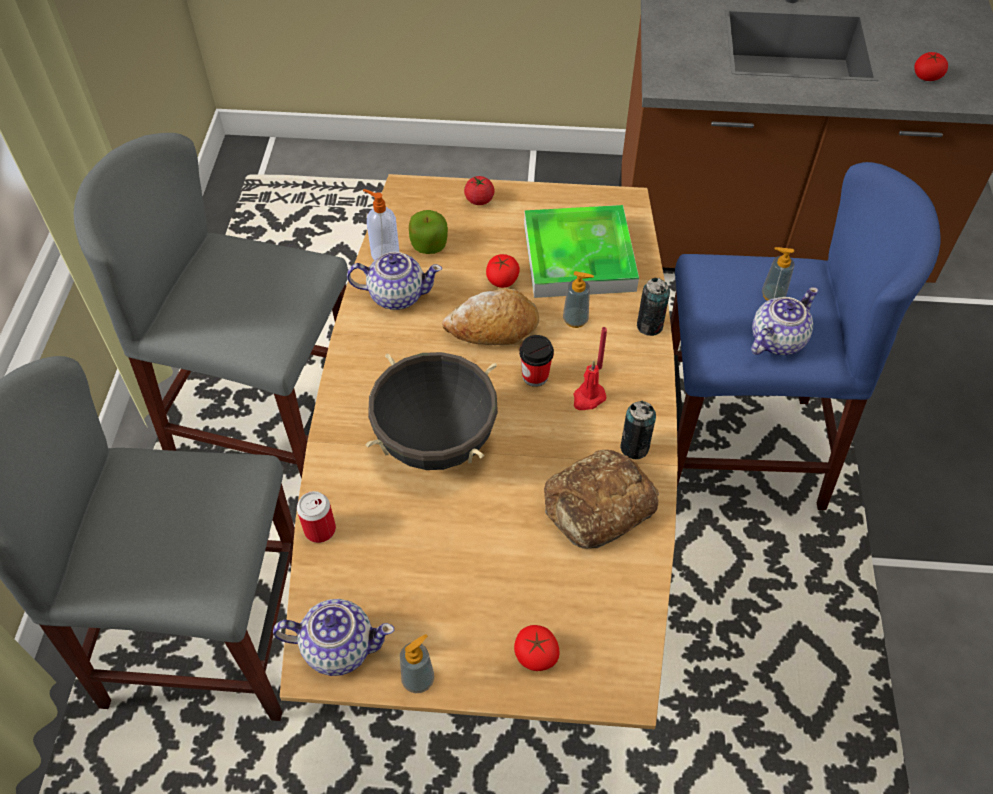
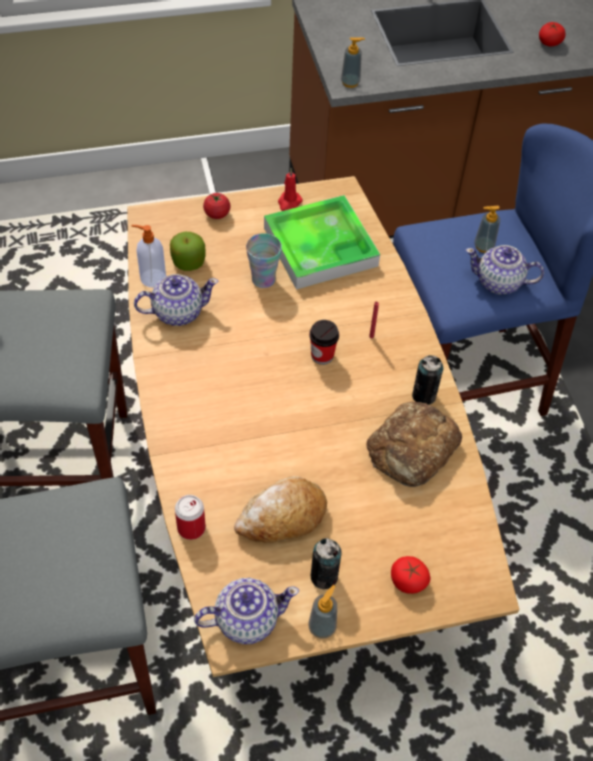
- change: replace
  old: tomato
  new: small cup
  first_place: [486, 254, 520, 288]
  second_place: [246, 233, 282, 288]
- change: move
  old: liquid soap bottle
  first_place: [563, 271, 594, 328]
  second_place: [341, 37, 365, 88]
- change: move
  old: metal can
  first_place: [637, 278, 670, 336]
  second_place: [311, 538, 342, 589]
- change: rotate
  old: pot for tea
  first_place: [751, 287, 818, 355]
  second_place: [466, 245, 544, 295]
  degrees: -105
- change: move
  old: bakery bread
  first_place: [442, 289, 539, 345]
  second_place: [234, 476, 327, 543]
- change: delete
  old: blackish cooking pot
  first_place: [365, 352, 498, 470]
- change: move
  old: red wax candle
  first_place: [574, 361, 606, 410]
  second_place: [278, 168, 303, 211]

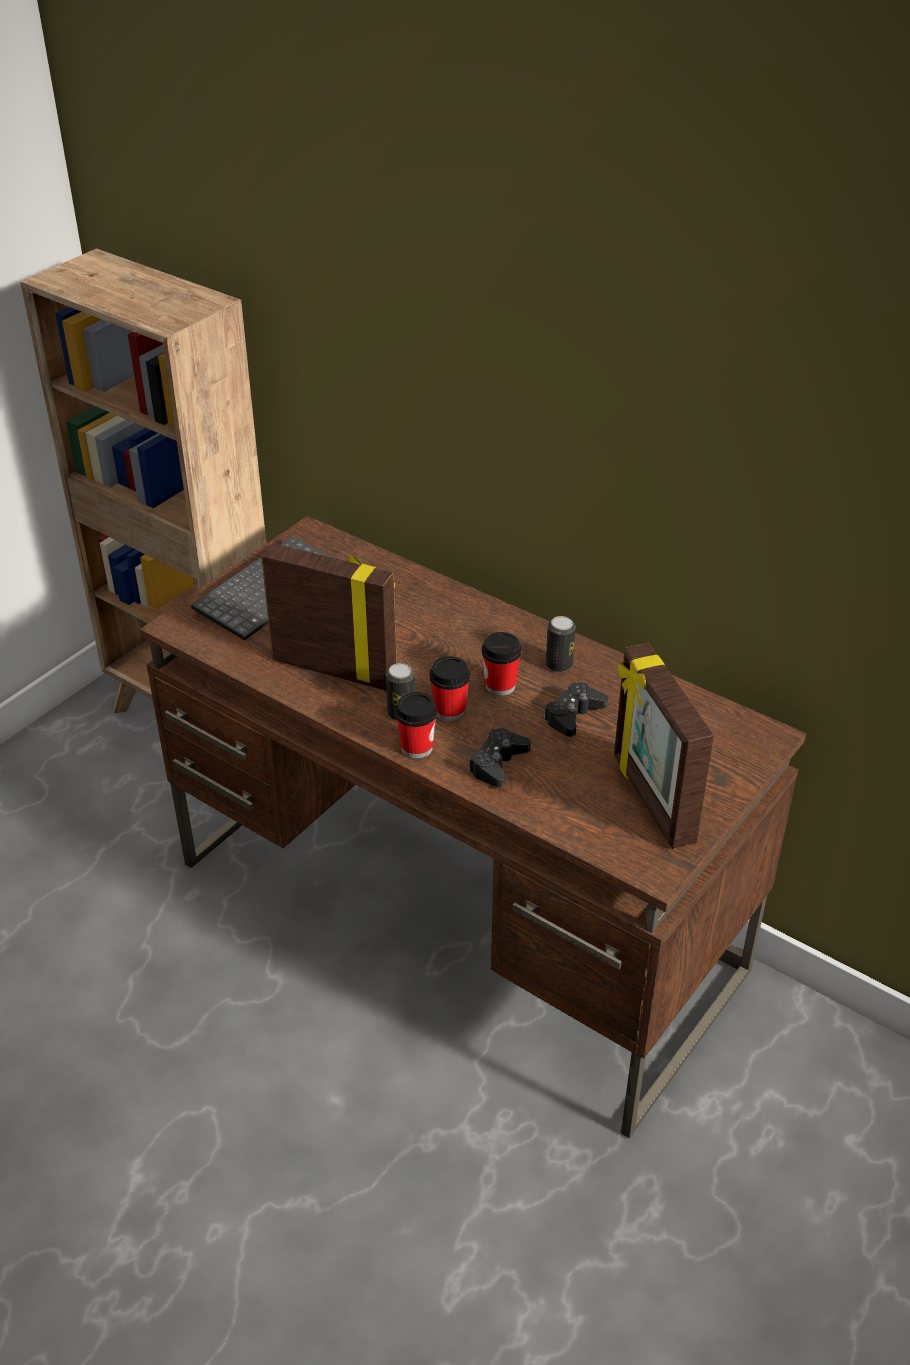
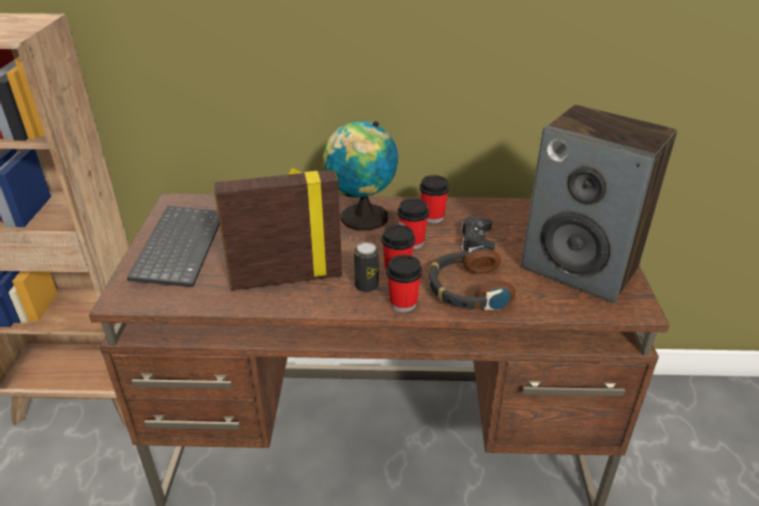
- change: replace
  old: metal can
  new: small cup
  first_place: [546, 616, 575, 672]
  second_place: [420, 175, 450, 223]
- change: replace
  old: photo frame
  new: loudspeaker
  first_place: [614, 643, 714, 849]
  second_place: [521, 105, 677, 303]
- change: replace
  old: blackish joypad
  new: headset
  first_place: [468, 728, 531, 787]
  second_place: [429, 246, 516, 310]
- change: insert
  new: world globe
  second_place: [323, 121, 398, 231]

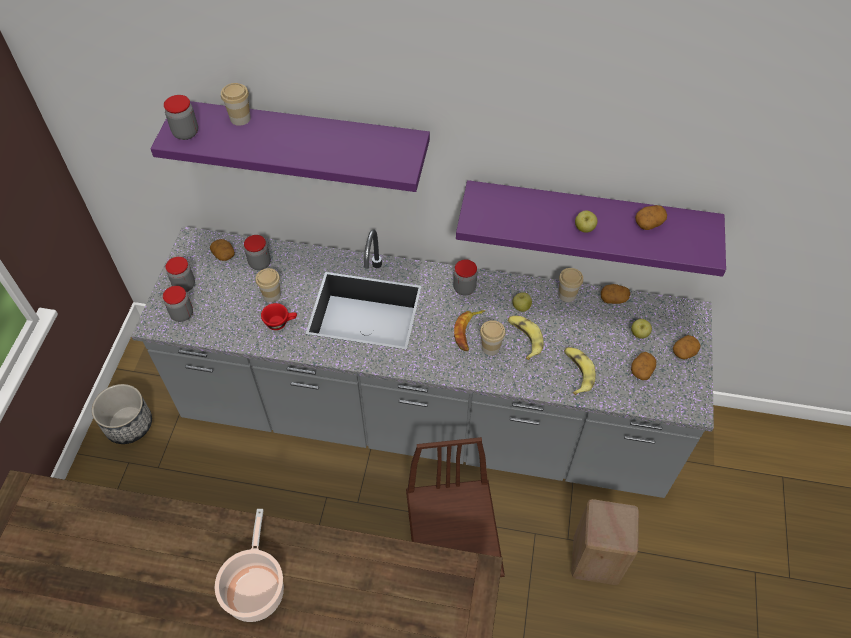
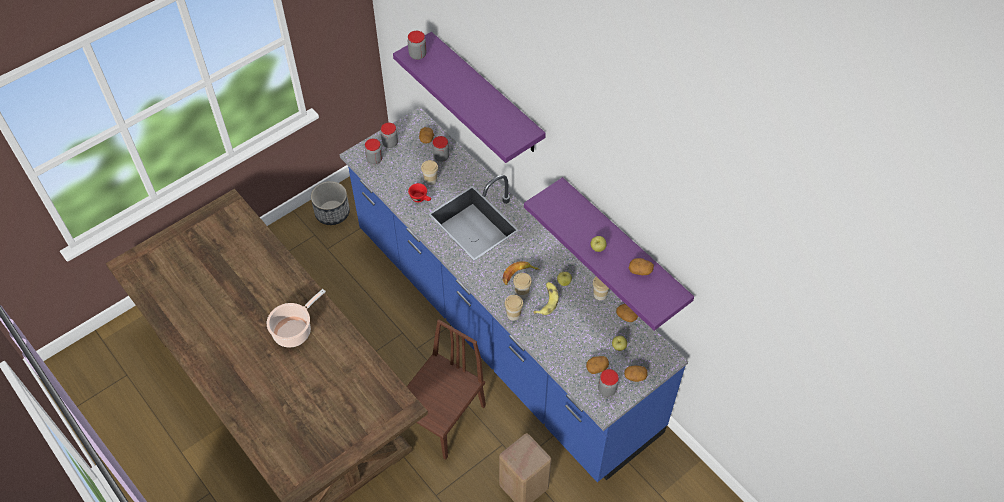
- change: move
  old: small cup
  first_place: [221, 83, 251, 126]
  second_place: [505, 295, 523, 321]
- change: recolor
  old: greyish kitchen counter
  new: bluish kitchen counter
  first_place: [131, 226, 714, 498]
  second_place: [339, 107, 688, 482]
- change: move
  old: preserve jar
  first_place: [453, 260, 477, 295]
  second_place: [598, 369, 619, 397]
- change: delete
  old: whole banana
  first_place: [564, 347, 596, 395]

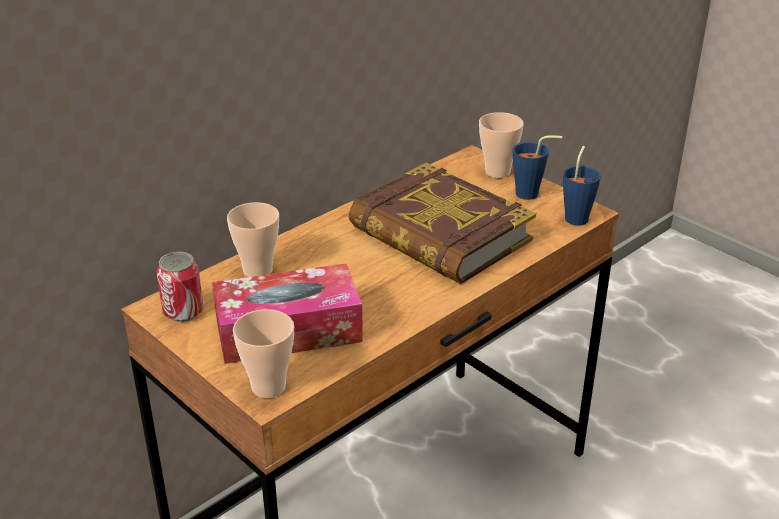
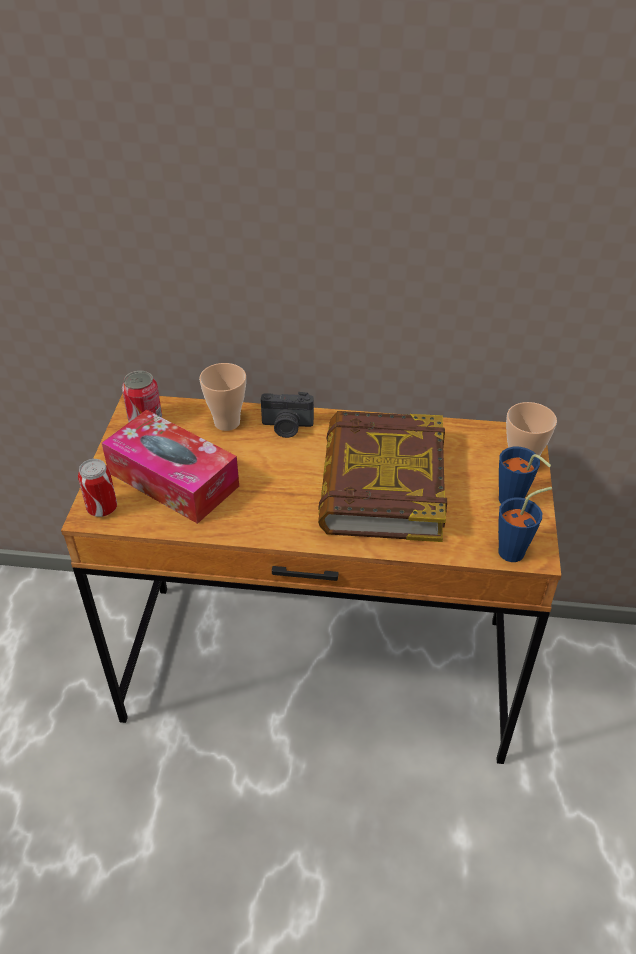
- change: replace
  old: small cup
  new: metal can
  first_place: [233, 309, 294, 398]
  second_place: [78, 459, 117, 517]
- change: insert
  new: photo camera
  second_place: [261, 392, 314, 438]

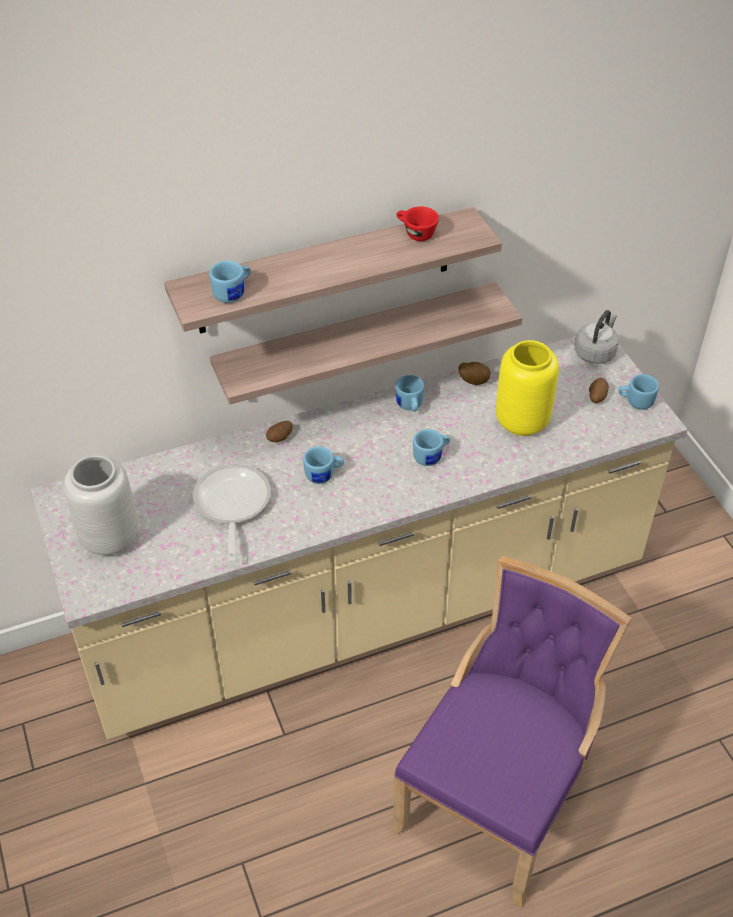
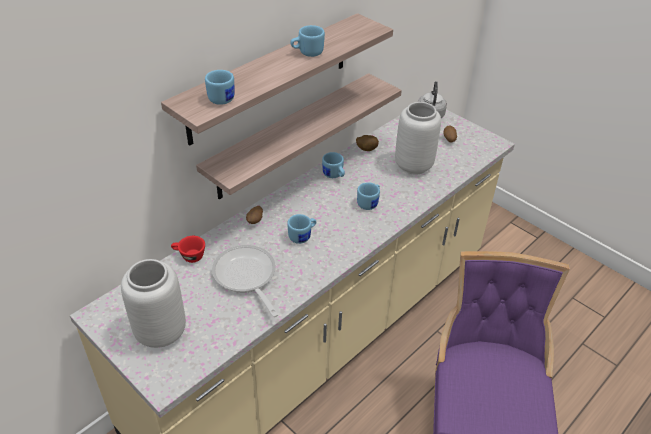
- change: move
  old: red small cup
  first_place: [396, 206, 439, 241]
  second_place: [171, 236, 205, 263]
- change: recolor
  old: yellow-coloured flower vase
  new: greyish flower vase
  first_place: [496, 340, 559, 436]
  second_place: [395, 102, 441, 175]
- change: move
  old: bluish mug
  first_place: [618, 374, 659, 410]
  second_place: [290, 25, 325, 57]

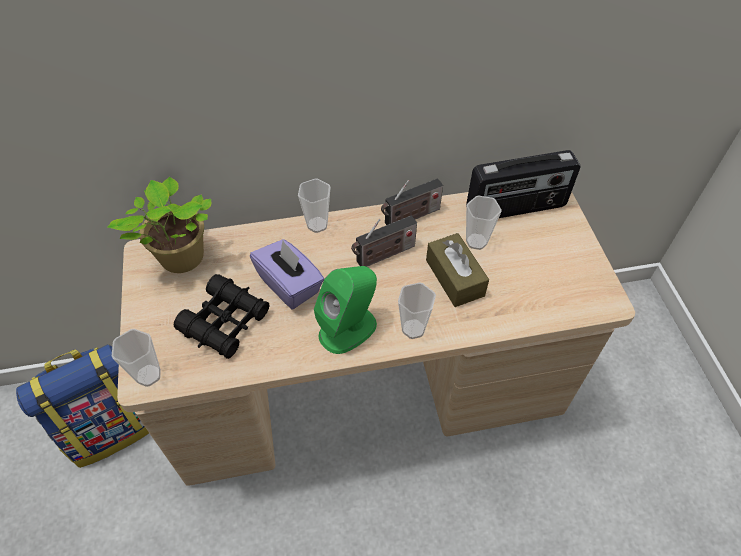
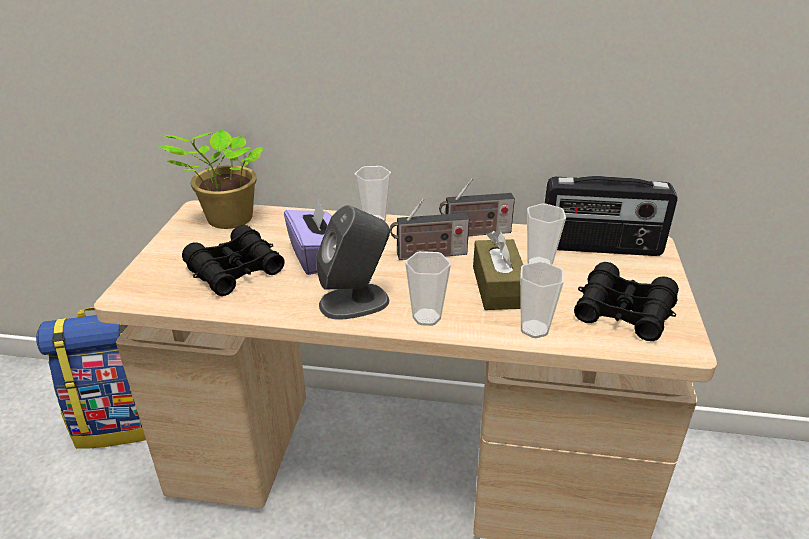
- change: recolor
  old: green loudspeaker
  new: greyish loudspeaker
  first_place: [314, 266, 377, 354]
  second_place: [316, 205, 390, 320]
- change: move
  old: small cup
  first_place: [112, 329, 161, 387]
  second_place: [520, 261, 564, 338]
- change: insert
  new: blackish field glasses
  second_place: [574, 262, 679, 341]

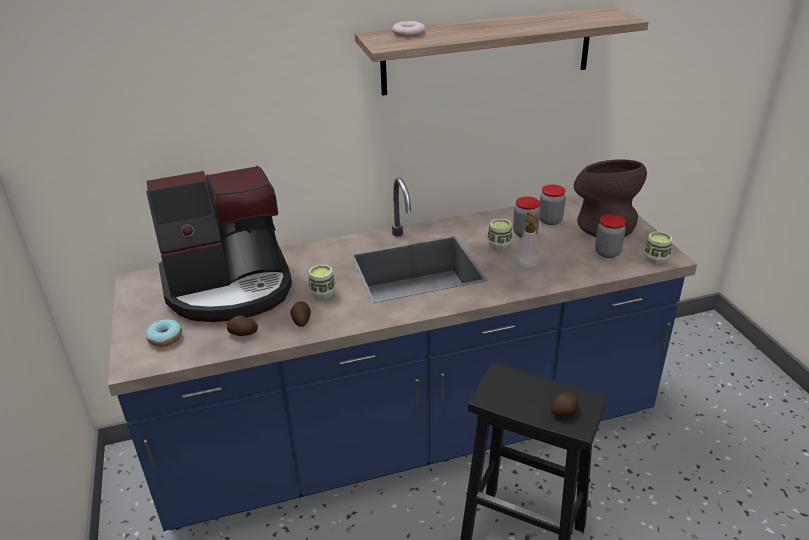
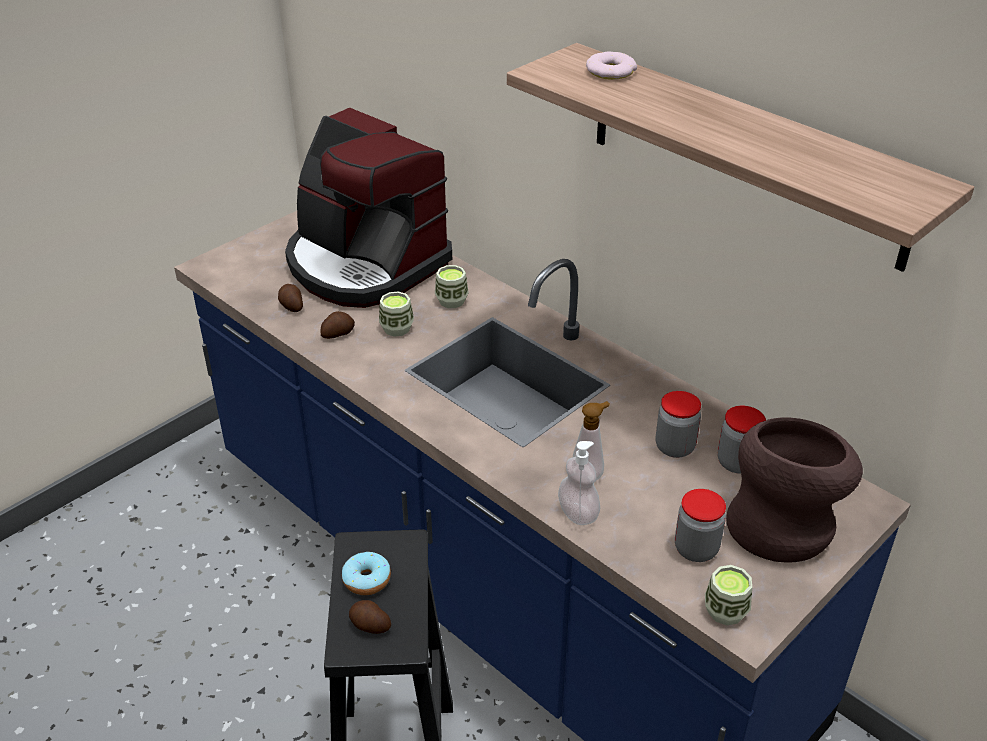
- change: move
  old: small cup
  first_place: [487, 219, 512, 250]
  second_place: [435, 265, 469, 308]
- change: move
  old: ring doughnut
  first_place: [146, 319, 182, 347]
  second_place: [342, 552, 391, 595]
- change: insert
  new: liquid soap bottle
  second_place: [558, 441, 600, 525]

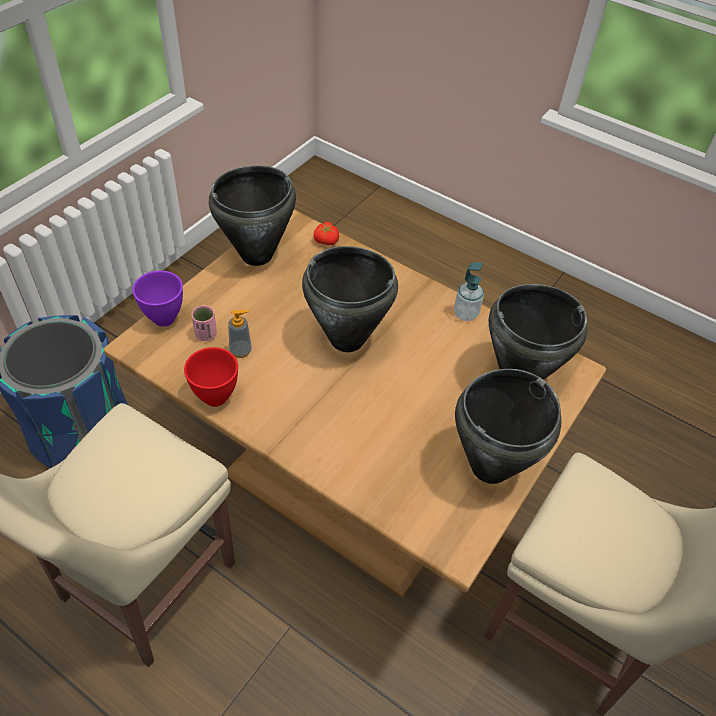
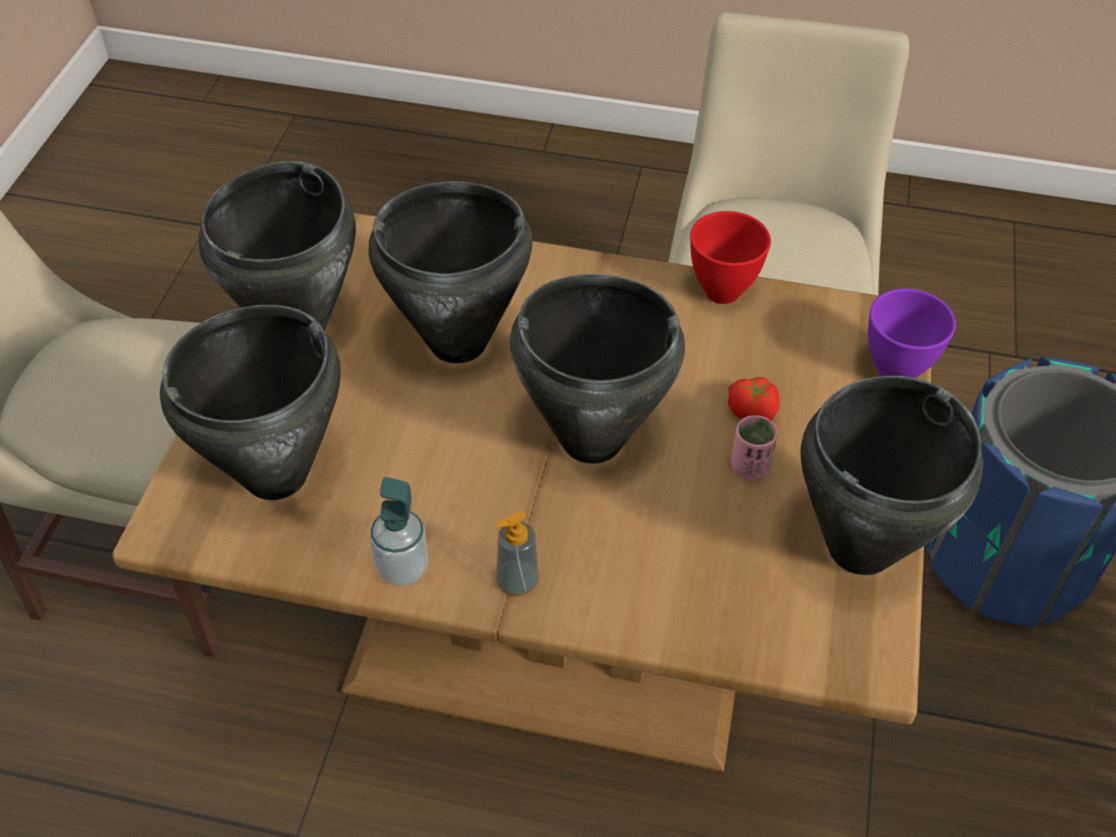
- change: move
  old: tomato
  first_place: [313, 222, 339, 245]
  second_place: [728, 377, 779, 421]
- change: move
  old: pink small cup
  first_place: [192, 305, 217, 341]
  second_place: [731, 415, 778, 480]
- change: move
  old: liquid soap bottle
  first_place: [228, 310, 252, 358]
  second_place: [495, 511, 539, 597]
- change: insert
  new: blackish cooking pot
  second_place: [369, 181, 533, 363]

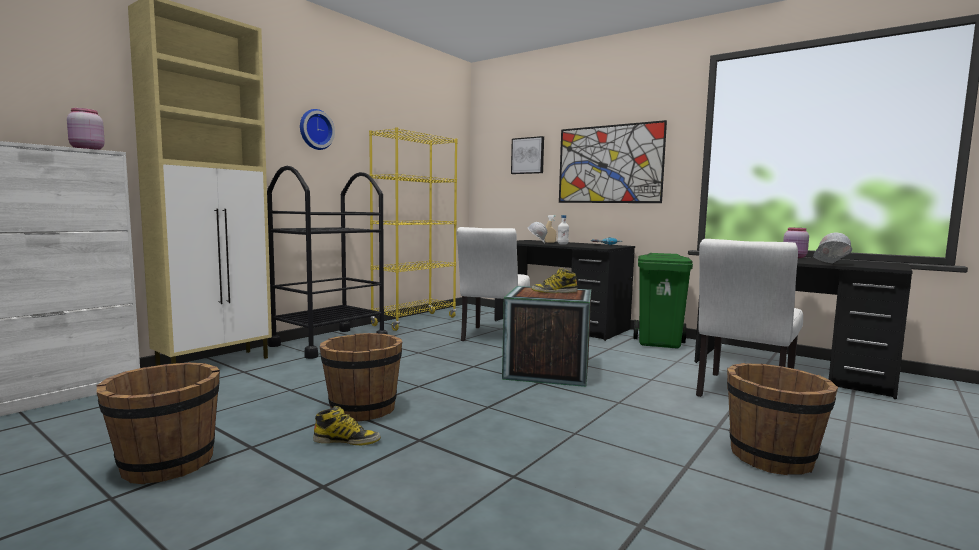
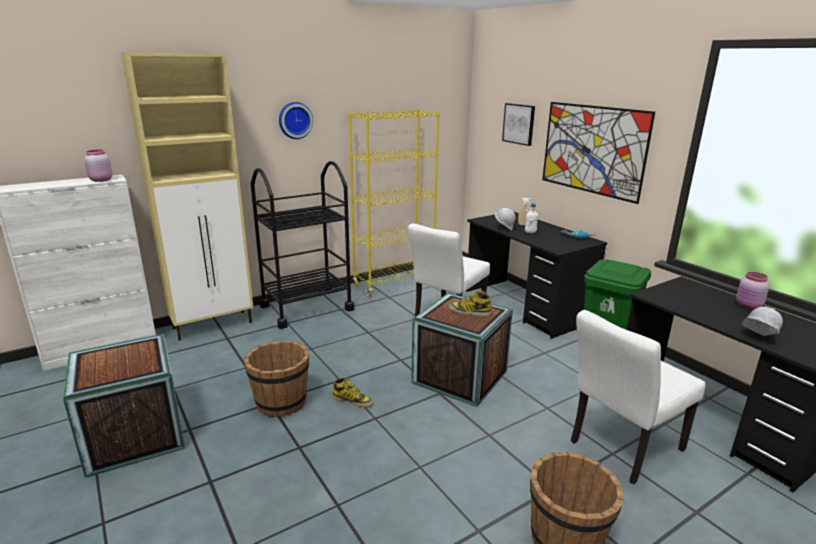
- change: replace
  old: brownish bucket
  new: packing crate
  first_place: [97, 362, 220, 484]
  second_place: [63, 334, 186, 478]
- change: move
  old: boot
  first_place: [313, 406, 381, 446]
  second_place: [332, 377, 373, 407]

